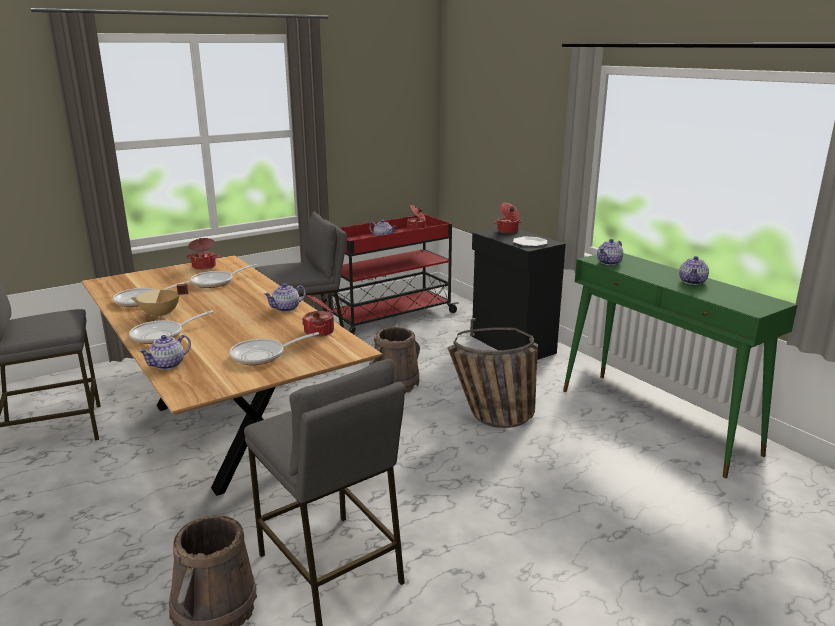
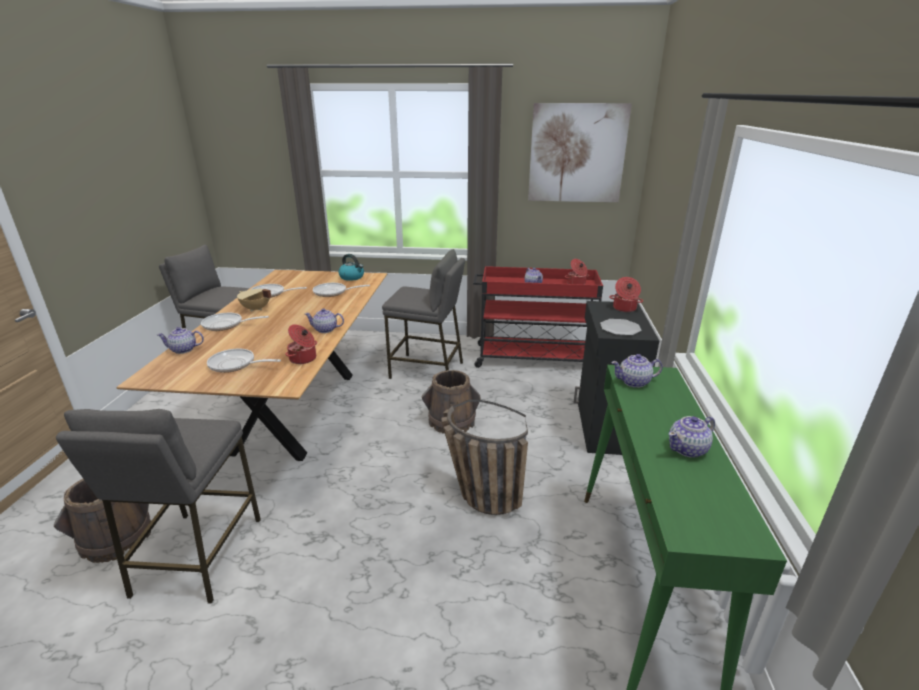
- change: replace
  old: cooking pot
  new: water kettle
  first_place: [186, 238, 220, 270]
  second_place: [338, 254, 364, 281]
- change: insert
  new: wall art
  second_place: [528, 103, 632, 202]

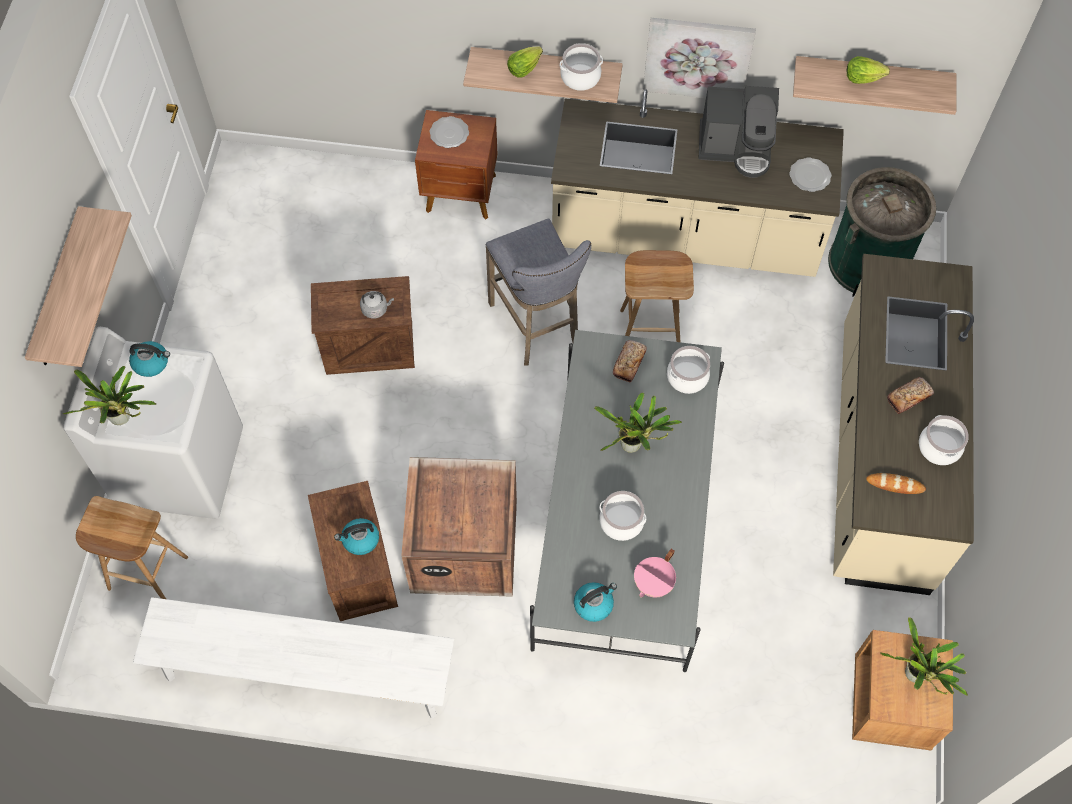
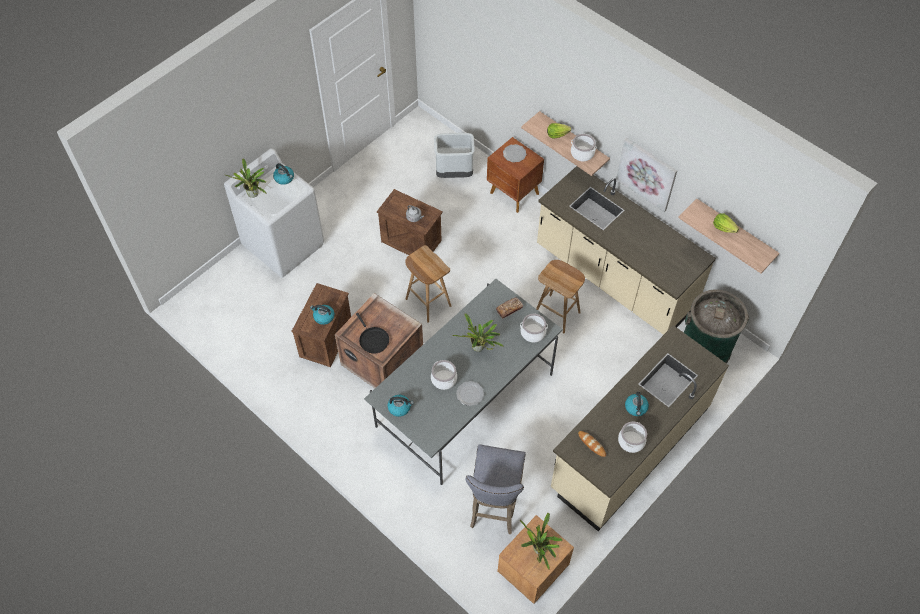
- change: delete
  old: coffee brewer
  first_place: [698, 86, 779, 178]
- change: move
  old: flat dish
  first_place: [789, 158, 832, 192]
  second_place: [456, 381, 484, 406]
- change: delete
  old: shelf
  first_place: [25, 206, 132, 367]
- change: move
  old: greyish stool seat
  first_place: [485, 218, 591, 366]
  second_place: [466, 444, 526, 534]
- change: replace
  old: bakery bread
  new: water kettle
  first_place: [887, 377, 934, 414]
  second_place: [625, 392, 649, 416]
- change: move
  old: brownish stool seat
  first_place: [76, 496, 188, 599]
  second_place: [405, 245, 451, 323]
- change: delete
  old: pink cooking pot
  first_place: [634, 549, 676, 597]
- change: delete
  old: white long seat
  first_place: [133, 597, 454, 719]
- change: insert
  new: greyish waste bin
  second_place: [434, 133, 475, 178]
- change: insert
  new: blackish pan
  second_place: [356, 313, 389, 354]

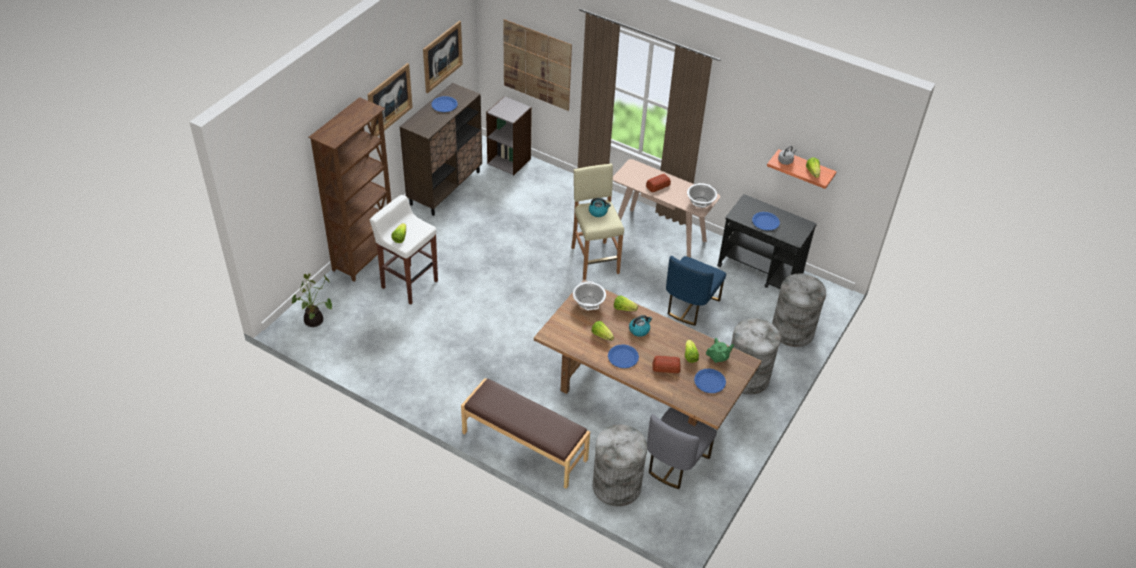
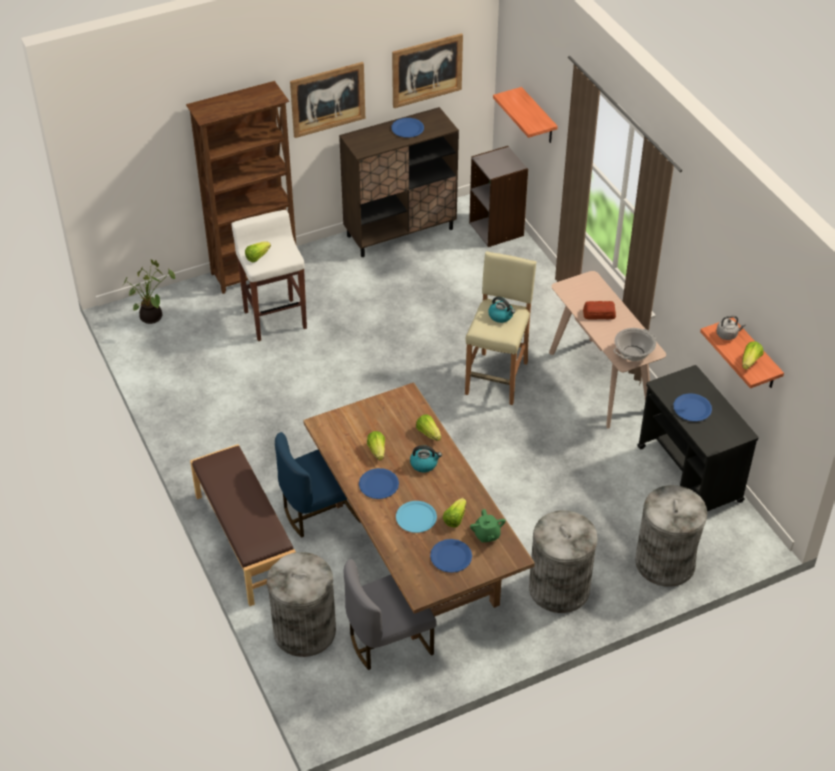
- change: replace
  old: wall art
  new: shelf
  first_place: [503, 19, 572, 111]
  second_place: [493, 87, 558, 143]
- change: move
  old: bluish upright chair
  first_place: [666, 256, 726, 326]
  second_place: [275, 432, 361, 537]
- change: delete
  old: cooking pot
  first_place: [573, 281, 606, 310]
- change: rotate
  old: green pot for tea
  first_place: [706, 338, 734, 363]
  second_place: [470, 509, 506, 543]
  degrees: 60
- change: replace
  old: bakery bread
  new: bluish flat dish
  first_place: [653, 356, 681, 373]
  second_place: [396, 501, 437, 533]

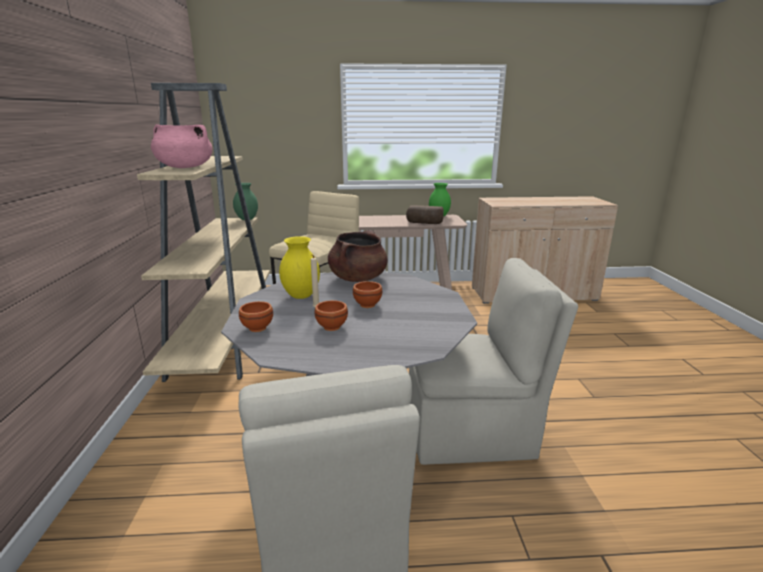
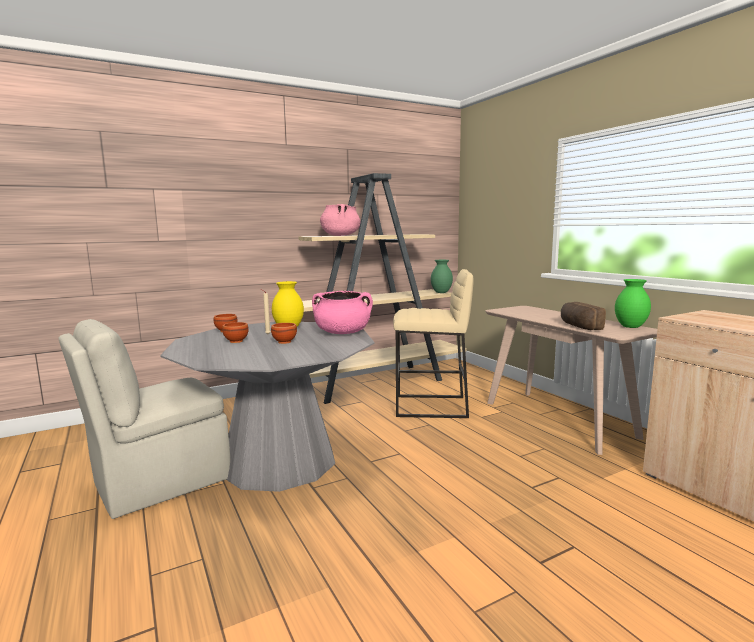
- change: recolor
  old: brownish cooking pot
  new: pink cooking pot
  first_place: [328, 230, 388, 282]
  second_place: [312, 291, 373, 334]
- change: delete
  old: sand-coloured upright chair
  first_place: [409, 258, 578, 465]

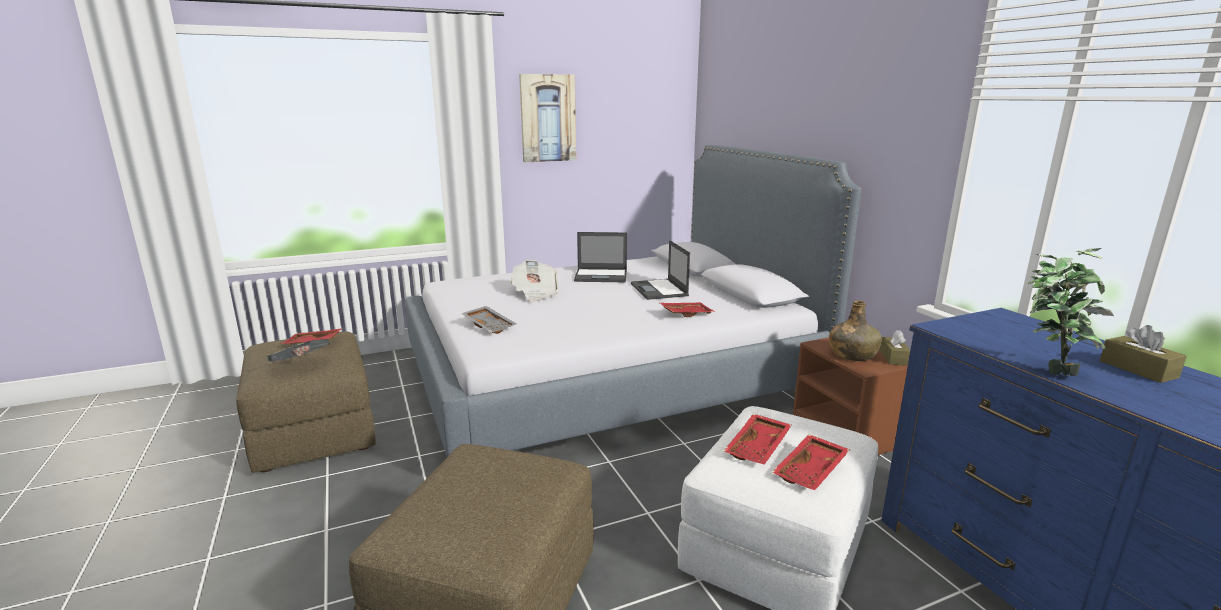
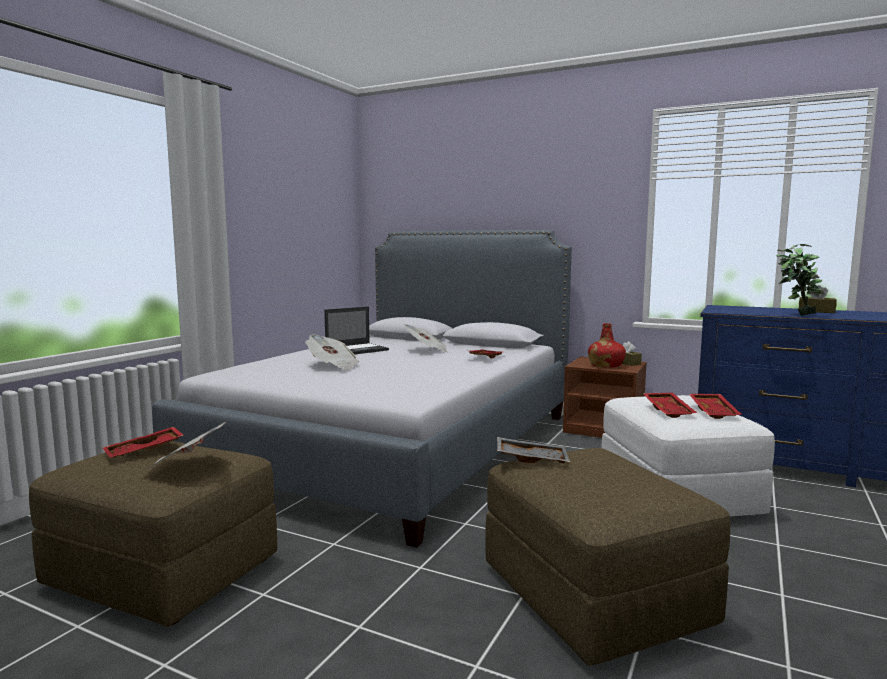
- change: delete
  old: wall art
  first_place: [519, 74, 576, 162]
- change: replace
  old: notebook computer
  new: daily paper
  first_place: [631, 240, 690, 300]
  second_place: [404, 324, 448, 352]
- change: recolor
  old: green bottle
  new: red bottle
  first_place: [829, 300, 882, 361]
  second_place: [588, 323, 626, 368]
- change: move
  old: greyish tray
  first_place: [461, 306, 517, 334]
  second_place: [497, 437, 570, 464]

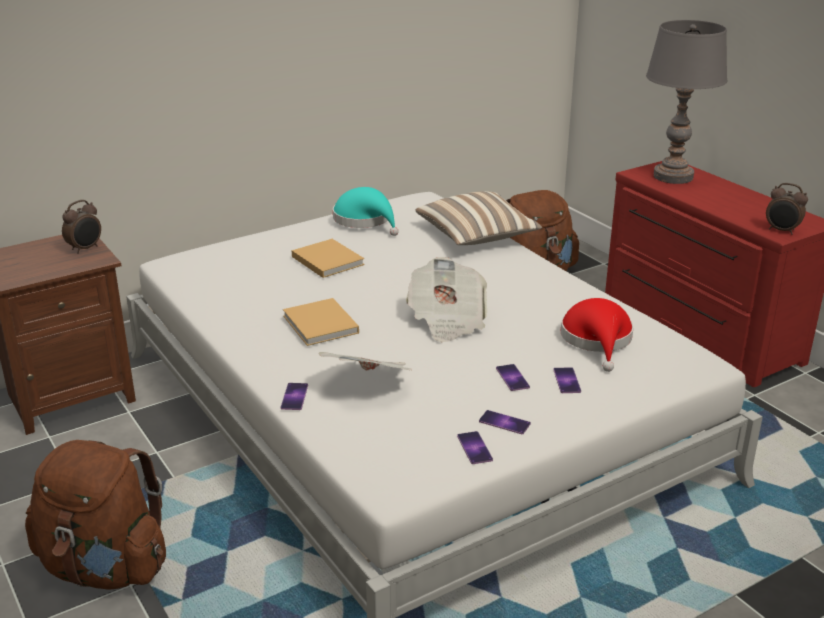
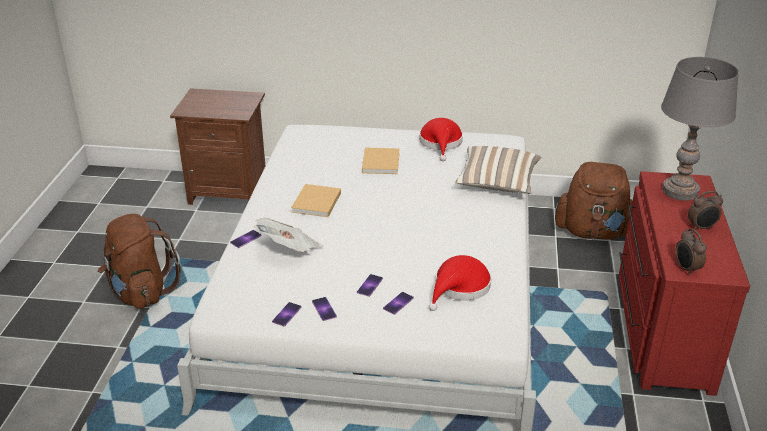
- change: recolor
  old: turquoise clothing hat
  new: red clothing hat
  first_place: [333, 187, 399, 236]
  second_place: [419, 118, 463, 161]
- change: move
  old: bedside clock
  first_place: [62, 200, 101, 254]
  second_place: [688, 191, 723, 230]
- change: delete
  old: daily paper
  first_place: [406, 257, 487, 342]

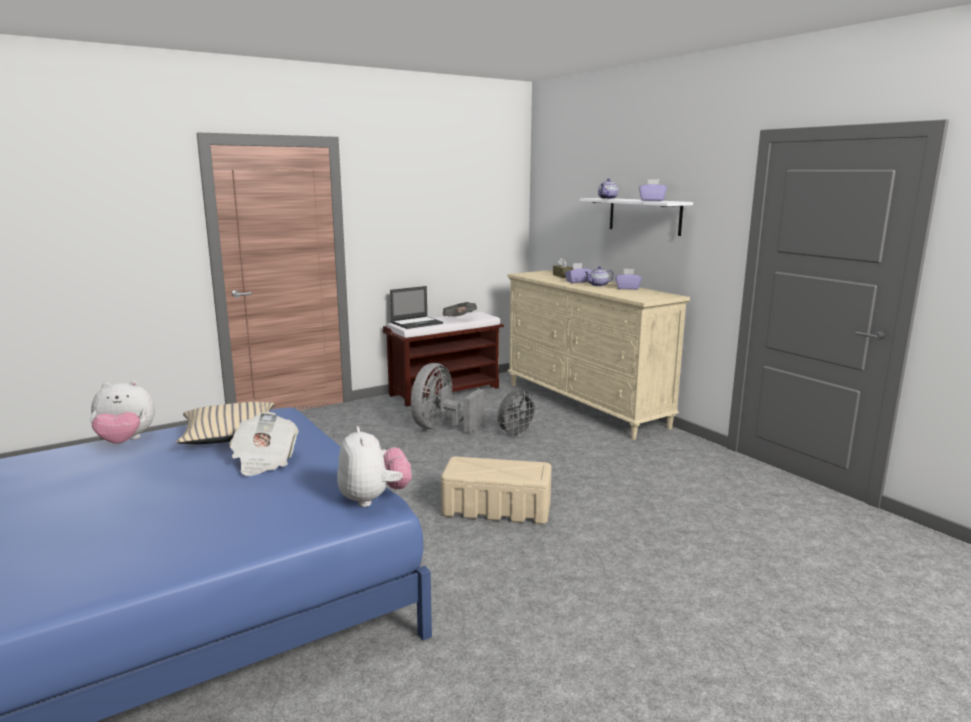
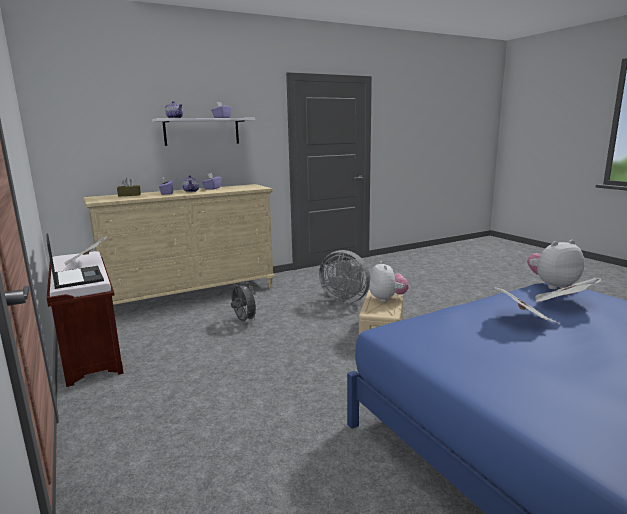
- change: move
  old: greyish electric fan
  first_place: [411, 363, 484, 433]
  second_place: [319, 250, 370, 303]
- change: move
  old: cuddly toy
  first_place: [90, 381, 155, 444]
  second_place: [369, 261, 409, 302]
- change: delete
  old: sand-coloured throw pillow
  first_place: [176, 402, 275, 444]
- change: insert
  new: daily paper
  second_place: [535, 278, 601, 303]

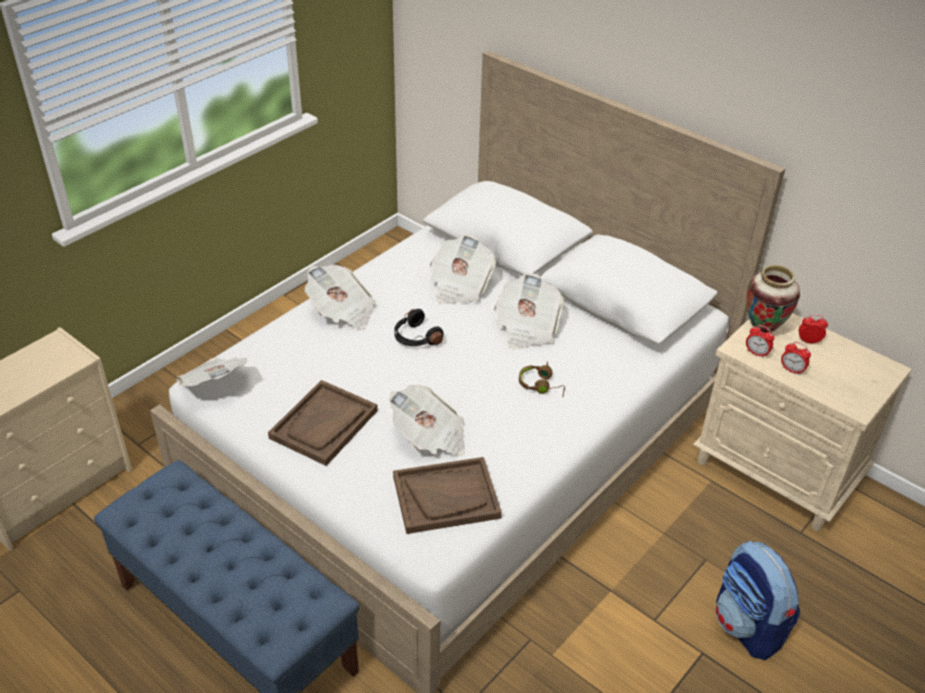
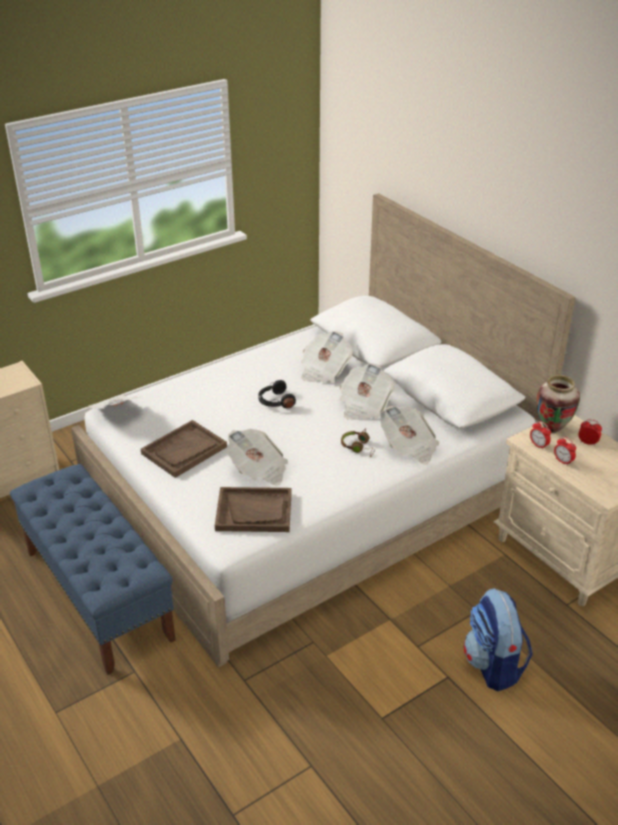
- change: move
  old: daily paper
  first_place: [304, 265, 376, 330]
  second_place: [381, 406, 439, 465]

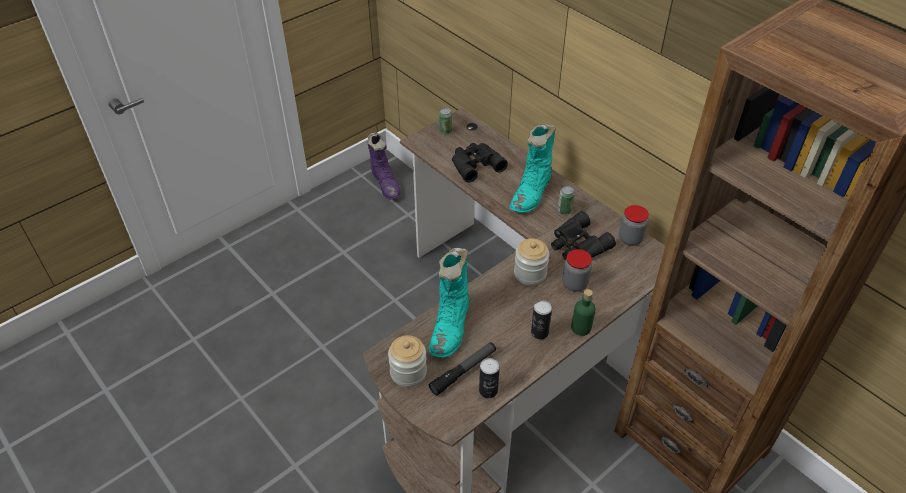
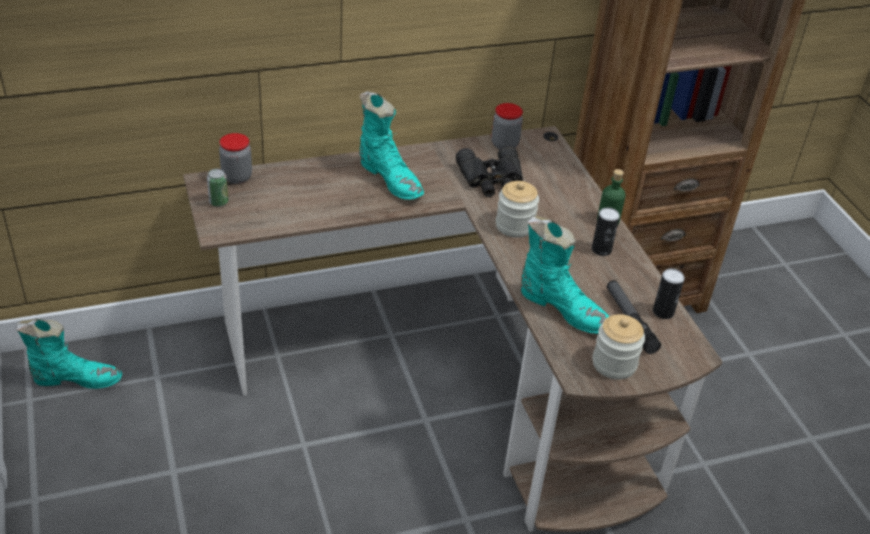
- change: recolor
  old: purplish boot
  new: turquoise boot
  first_place: [368, 132, 401, 199]
  second_place: [16, 319, 122, 389]
- change: delete
  old: blackish field glasses
  first_place: [452, 143, 508, 183]
- change: delete
  old: metal can
  first_place: [558, 186, 575, 215]
- change: move
  old: preserve jar
  first_place: [562, 249, 592, 292]
  second_place: [219, 133, 252, 184]

